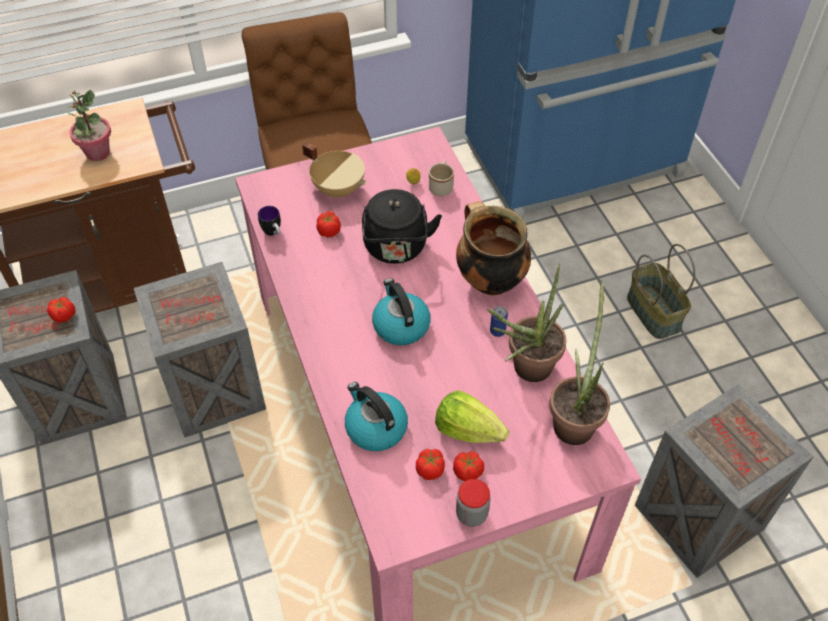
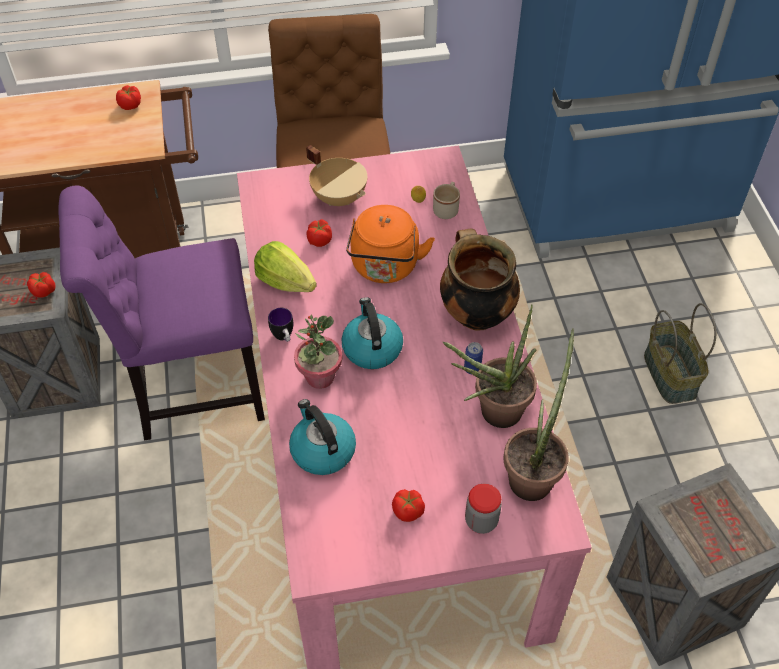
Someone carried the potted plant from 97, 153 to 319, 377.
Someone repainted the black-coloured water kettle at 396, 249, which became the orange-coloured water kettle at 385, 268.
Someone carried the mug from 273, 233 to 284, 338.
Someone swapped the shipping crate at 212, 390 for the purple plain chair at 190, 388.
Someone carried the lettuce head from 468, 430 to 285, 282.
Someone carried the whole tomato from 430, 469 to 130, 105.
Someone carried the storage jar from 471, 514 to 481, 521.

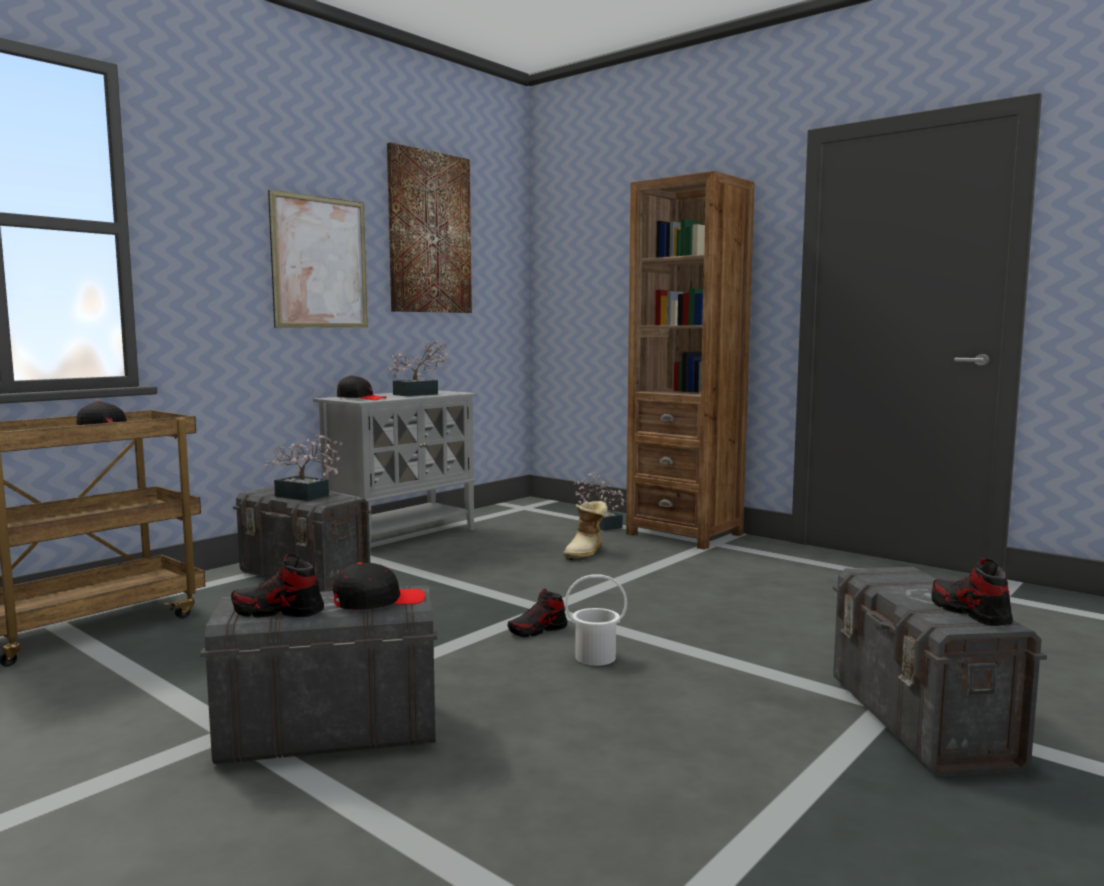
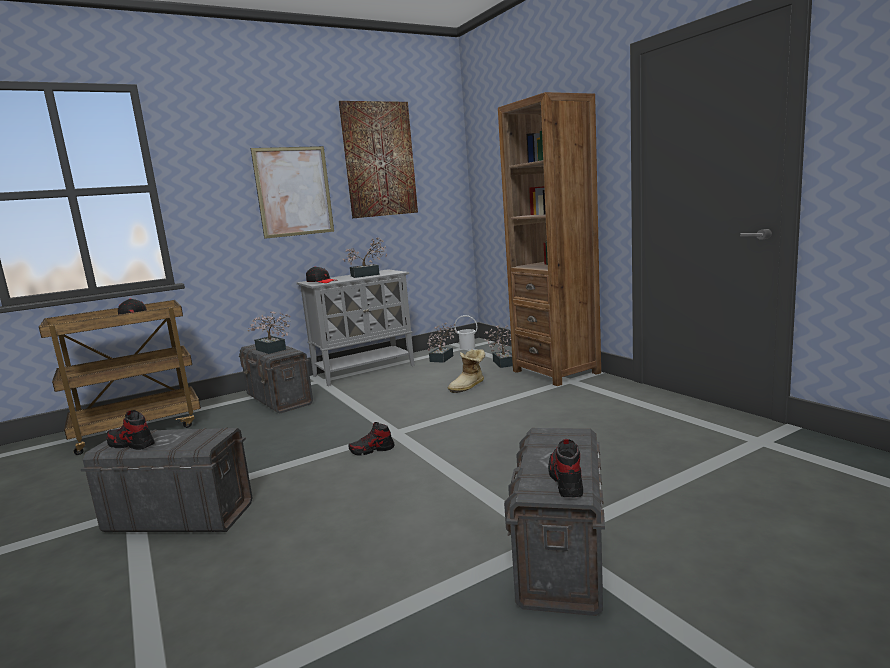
Someone took away the black-coloured peaked cap at 378, 601.
Someone carried the whitish bucket from 595, 657 to 467, 347.
Someone put down the potted plant at 443, 358.

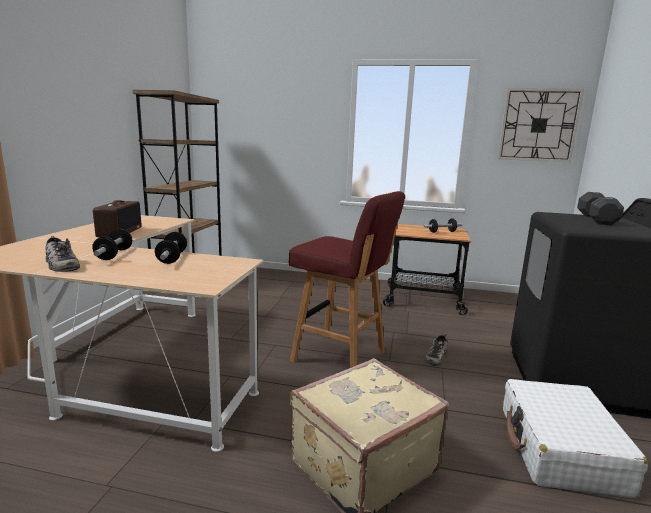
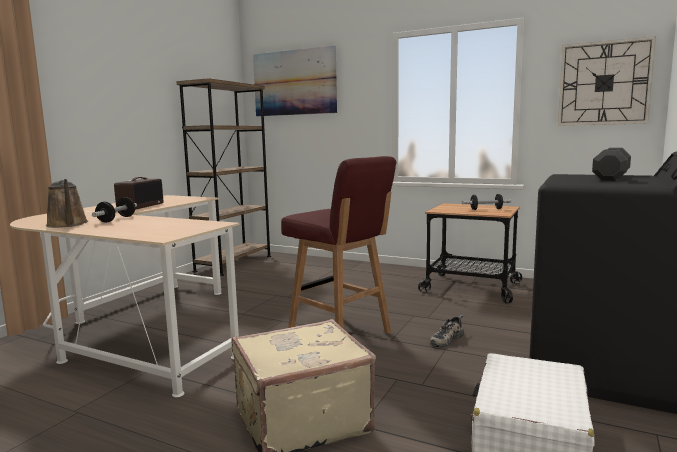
Someone took away the free weight at 172, 258.
Someone swapped the item of footwear at 60, 264 for the brown watering can at 68, 224.
Someone put up the picture at 294, 83.

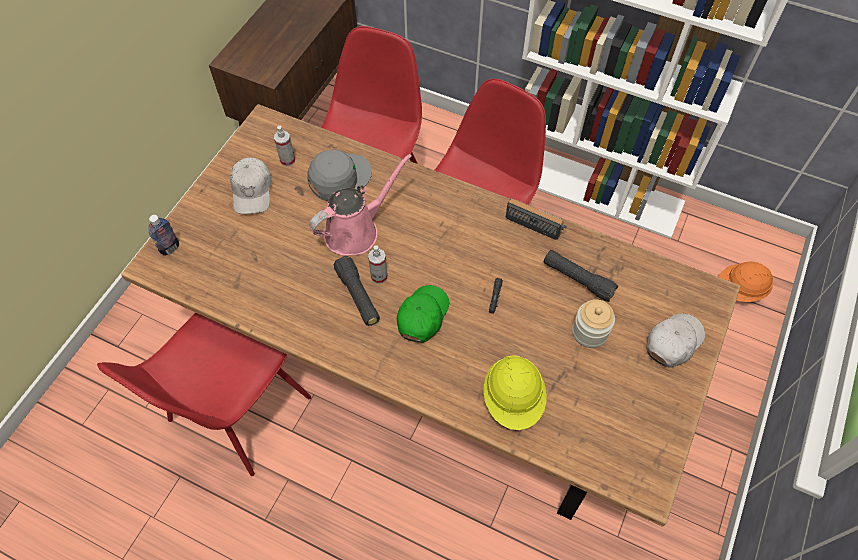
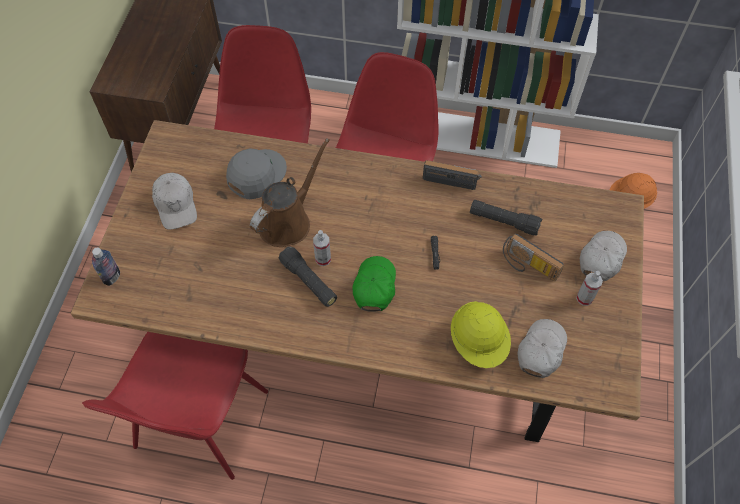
Someone carried the hand sprayer from 287, 160 to 584, 298.
Someone repainted the pinkish watering can at 356, 230, which became the brown watering can at 288, 221.
Someone swapped the storage jar at 589, 332 for the radio at 527, 266.
Someone put down the whitish peaked cap at 540, 350.

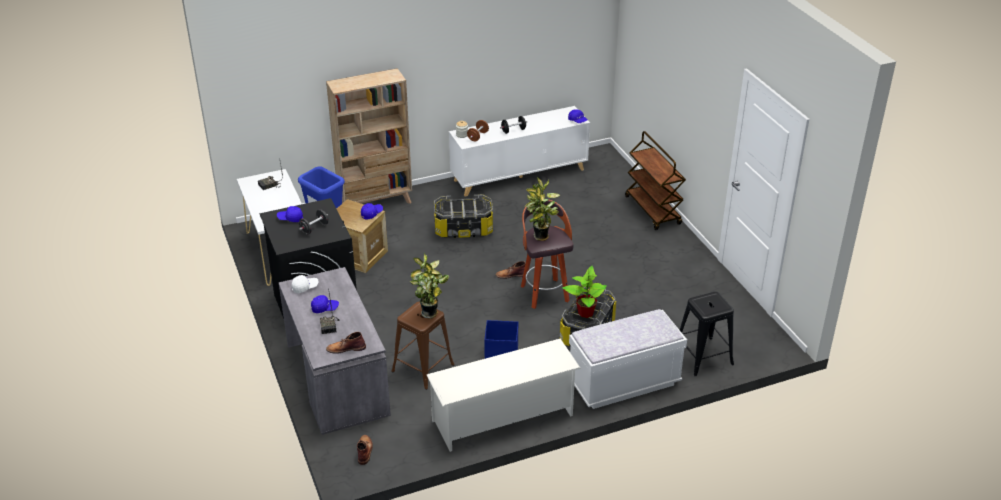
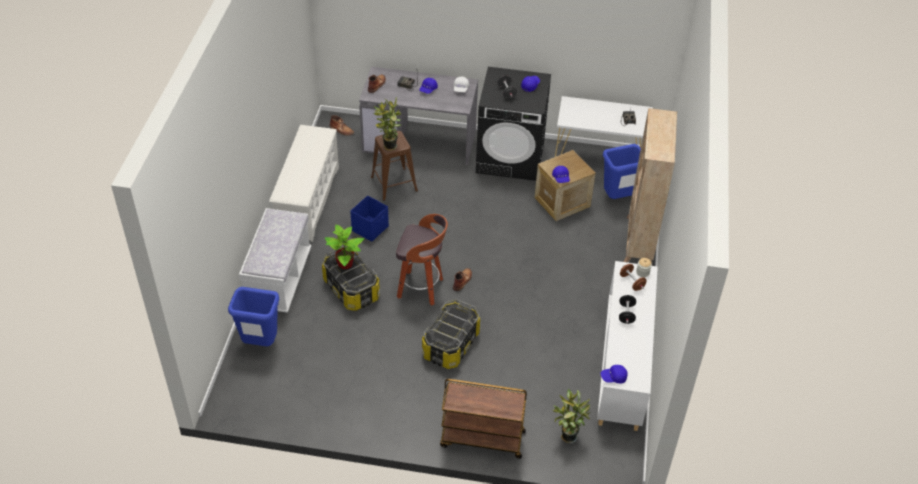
Someone carried the potted plant from 541, 238 to 567, 436.
Someone carried the storage container from 463, 229 to 451, 345.
Someone swapped the black-coloured stool seat at 703, 356 for the bluish waste bin at 260, 343.

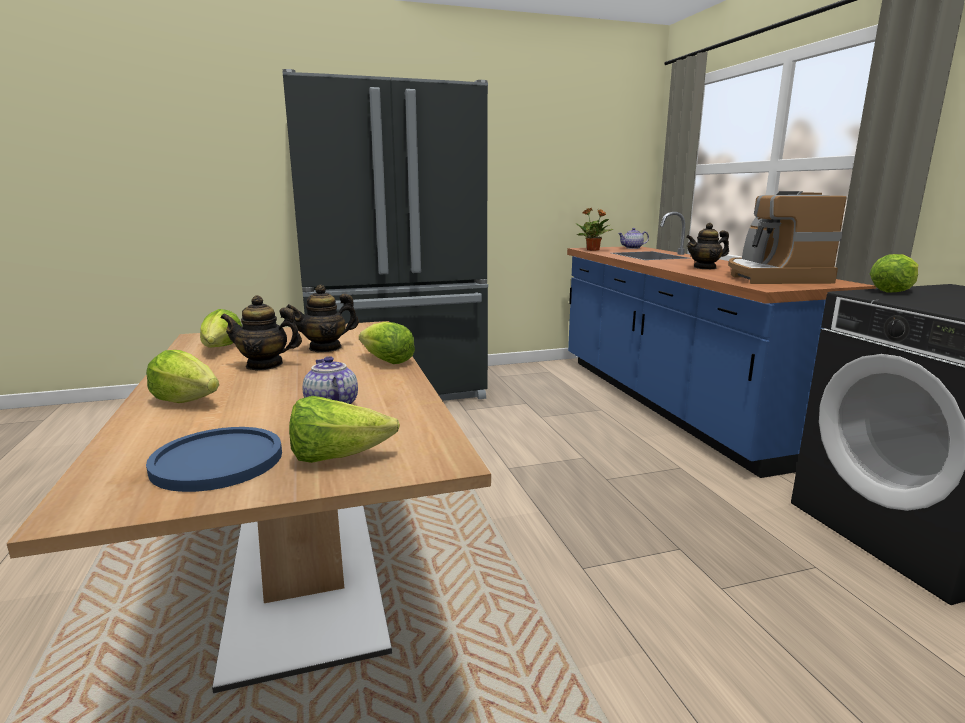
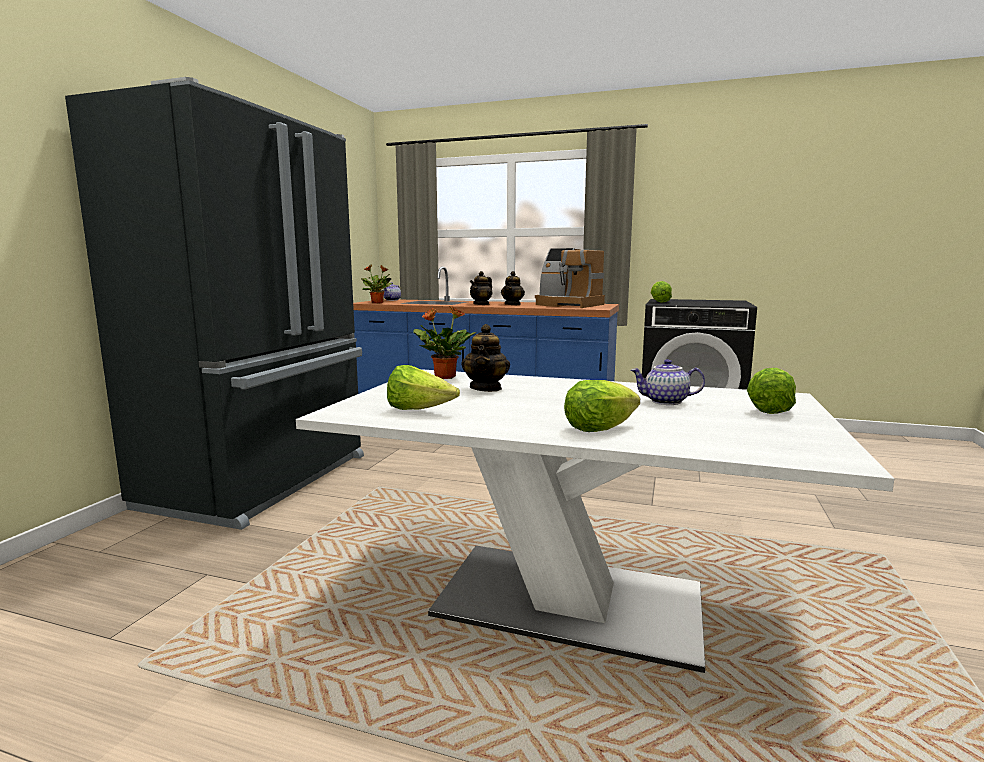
Someone carried the tea pot from 264, 365 to 481, 304.
Someone repainted the brown dinner table at 305, 577, which became the whitish dinner table at 569, 602.
Someone took away the lettuce head at 387, 361.
Someone took away the bluish flat dish at 217, 461.
Someone put down the potted plant at 444, 377.

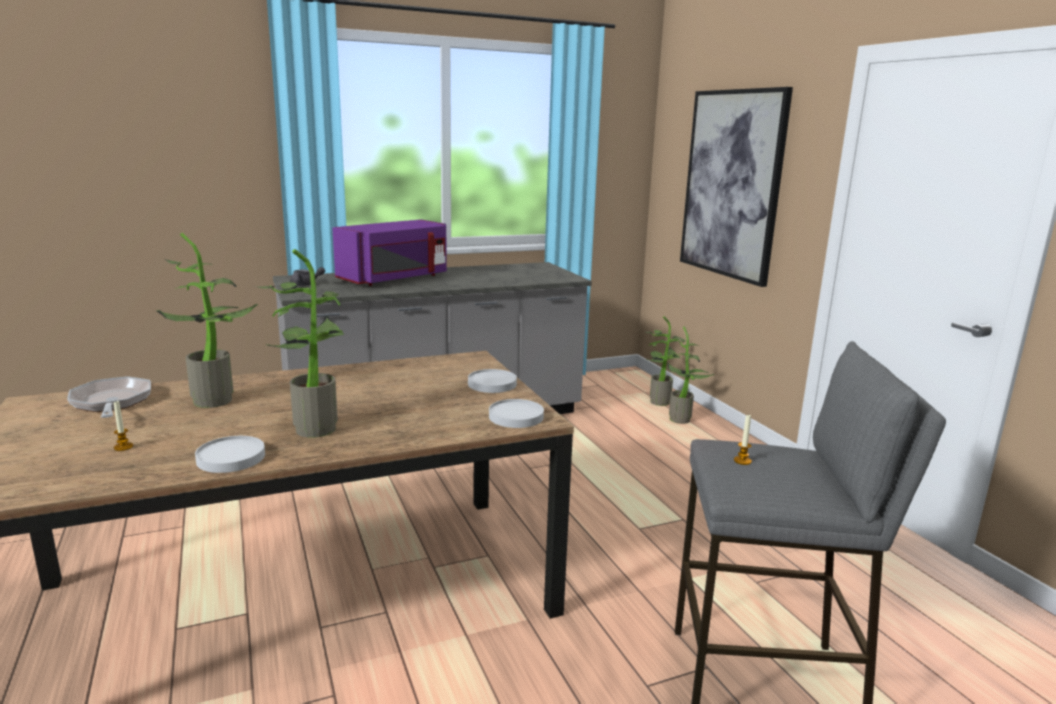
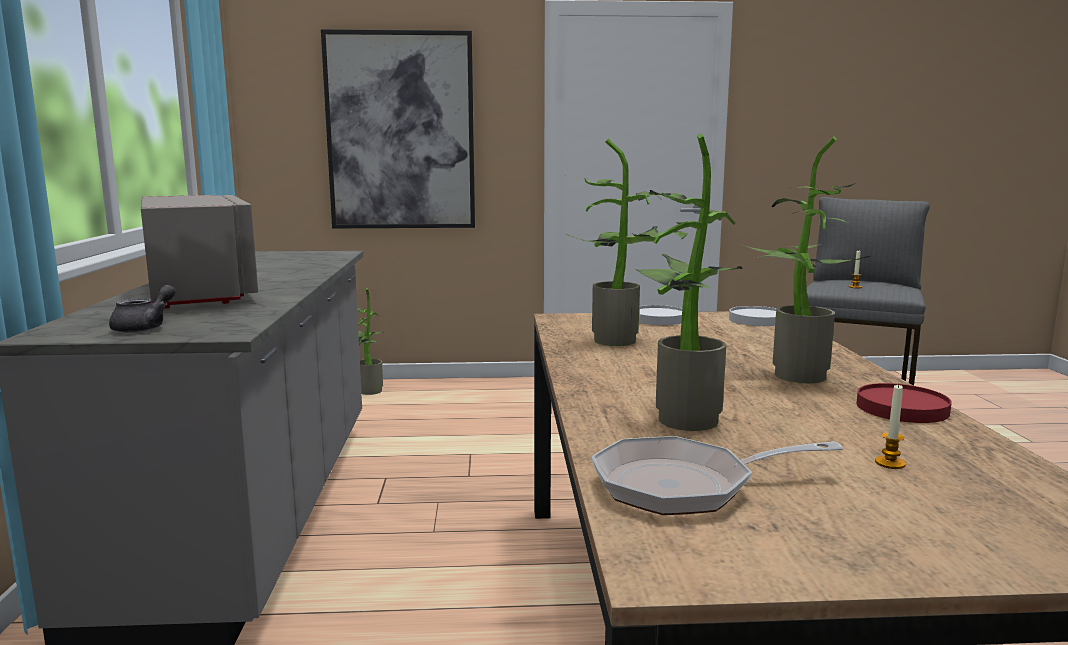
Someone repainted the purple microwave at 395, 278, which became the grey microwave at 202, 293.
Someone carried the potted plant from 683, 419 to 616, 339.
Someone repainted the whitish flat dish at 231, 457, which became the reddish flat dish at 901, 408.

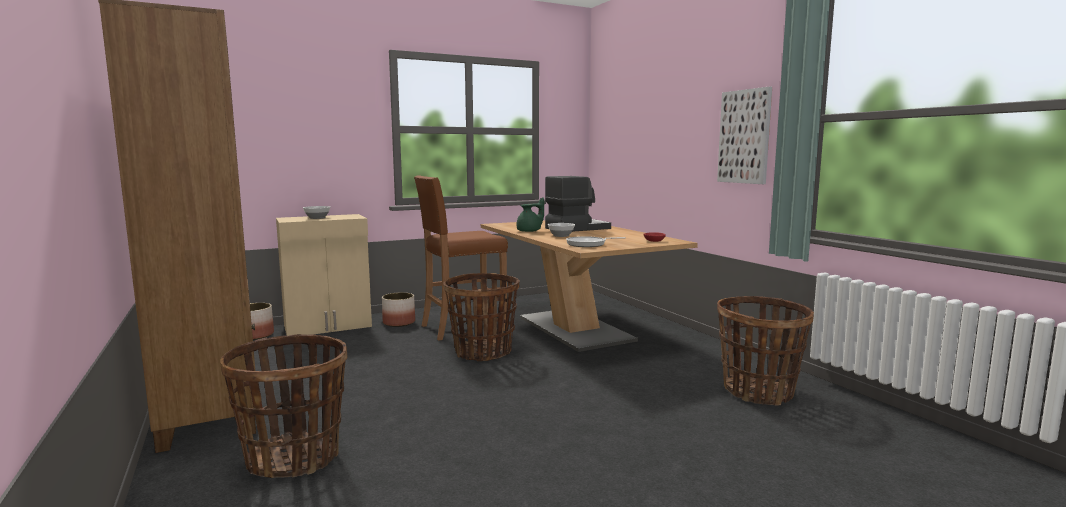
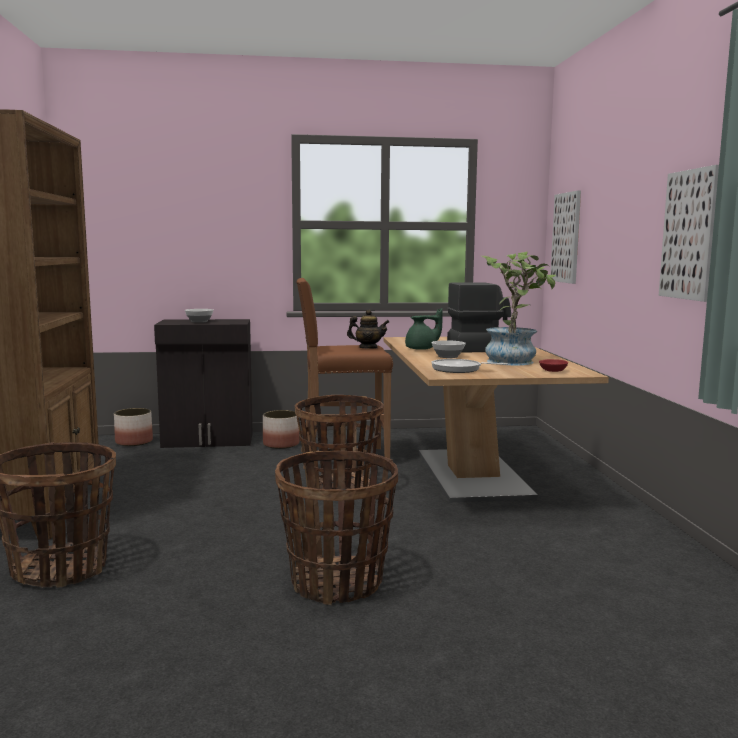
Someone repainted the beige cupboard at 328, 326, which became the black-coloured cupboard at 208, 440.
Someone carried the storage basket from 758, 391 to 337, 583.
Someone put up the picture at 566, 237.
Someone put down the potted plant at 515, 360.
Someone put down the tea pot at 368, 348.

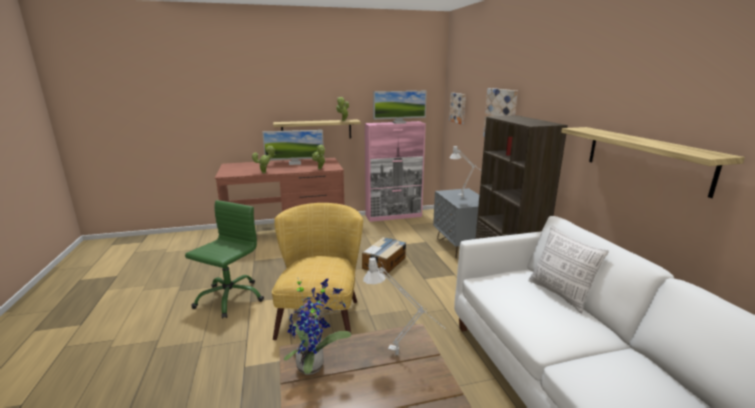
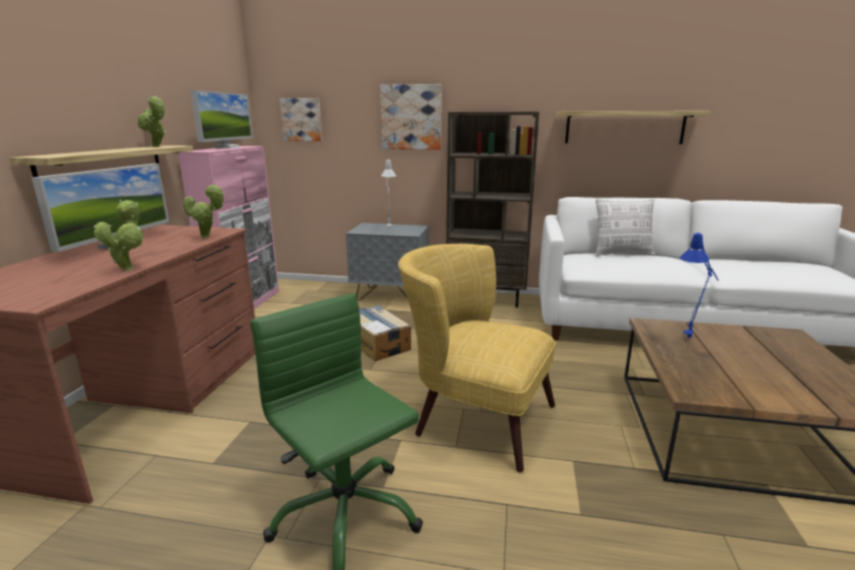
Someone repainted the grey lamp for a table at 402, 356, which became the bluish lamp for a table at 691, 336.
Someone took away the potted plant at 314, 365.

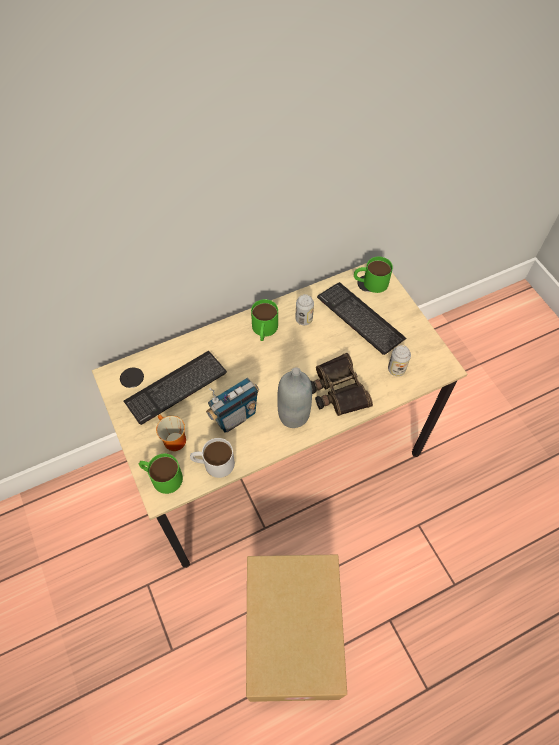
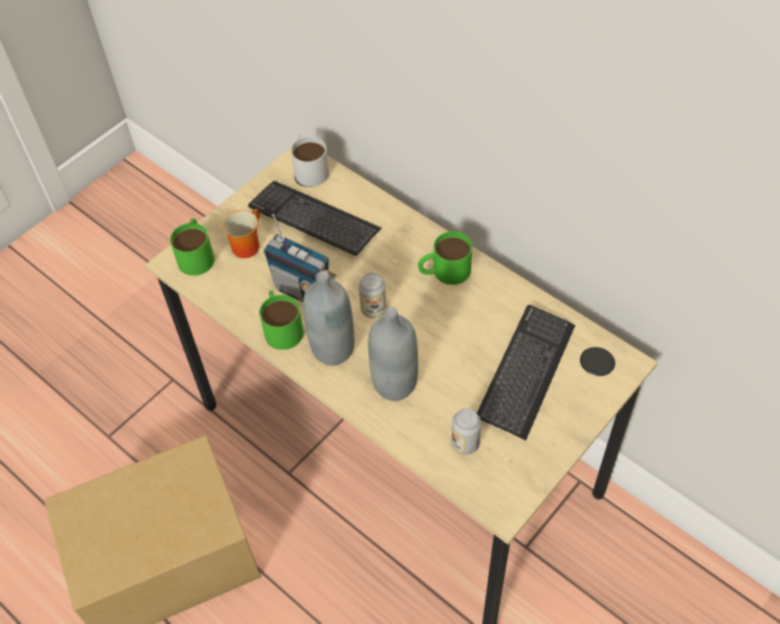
Someone carried the greenish mug from 370, 282 to 281, 326.
Someone carried the metal can from 304, 319 to 373, 309.
Someone swapped the pair of binoculars at 337, 390 for the grey beverage bottle at 394, 383.
Someone carried the whitish mug from 213, 463 to 309, 168.

